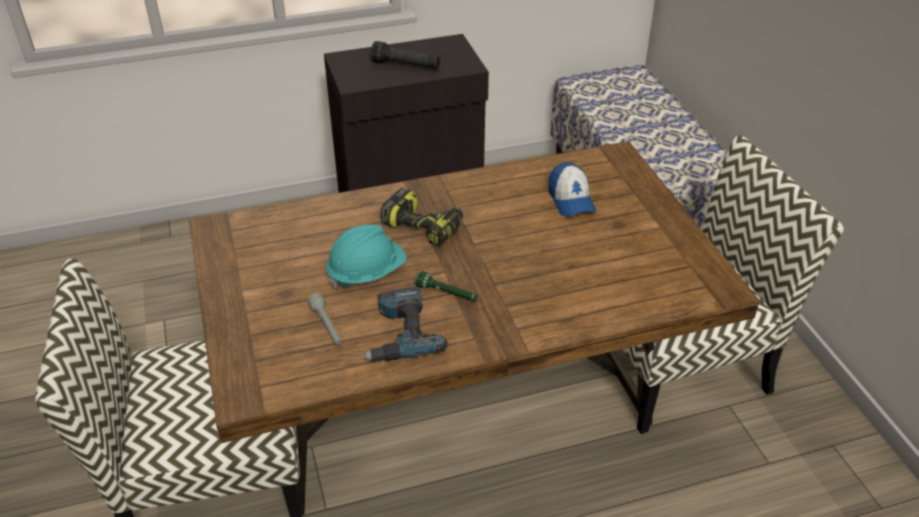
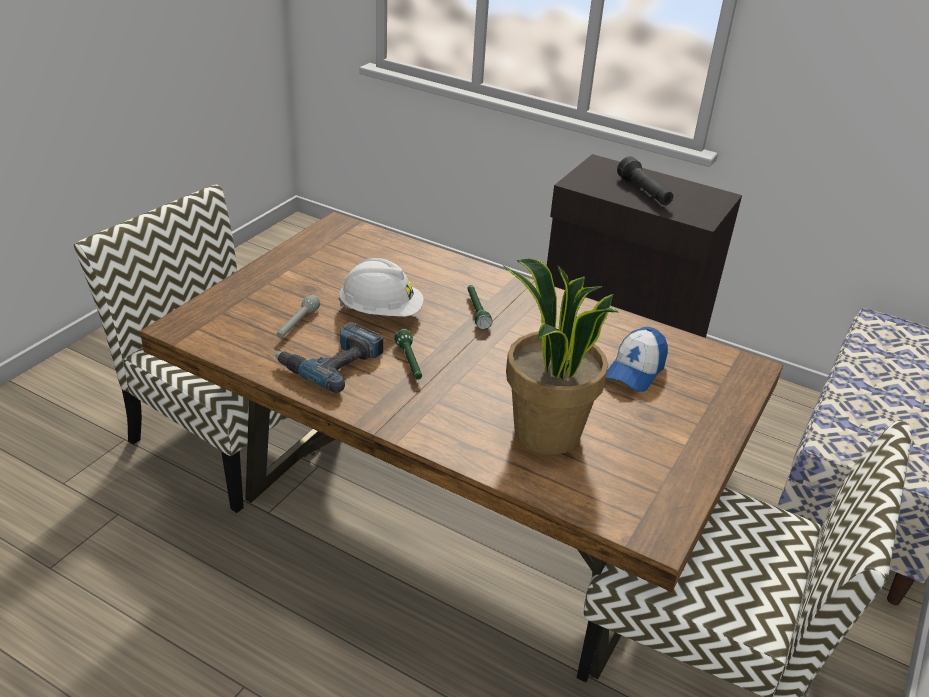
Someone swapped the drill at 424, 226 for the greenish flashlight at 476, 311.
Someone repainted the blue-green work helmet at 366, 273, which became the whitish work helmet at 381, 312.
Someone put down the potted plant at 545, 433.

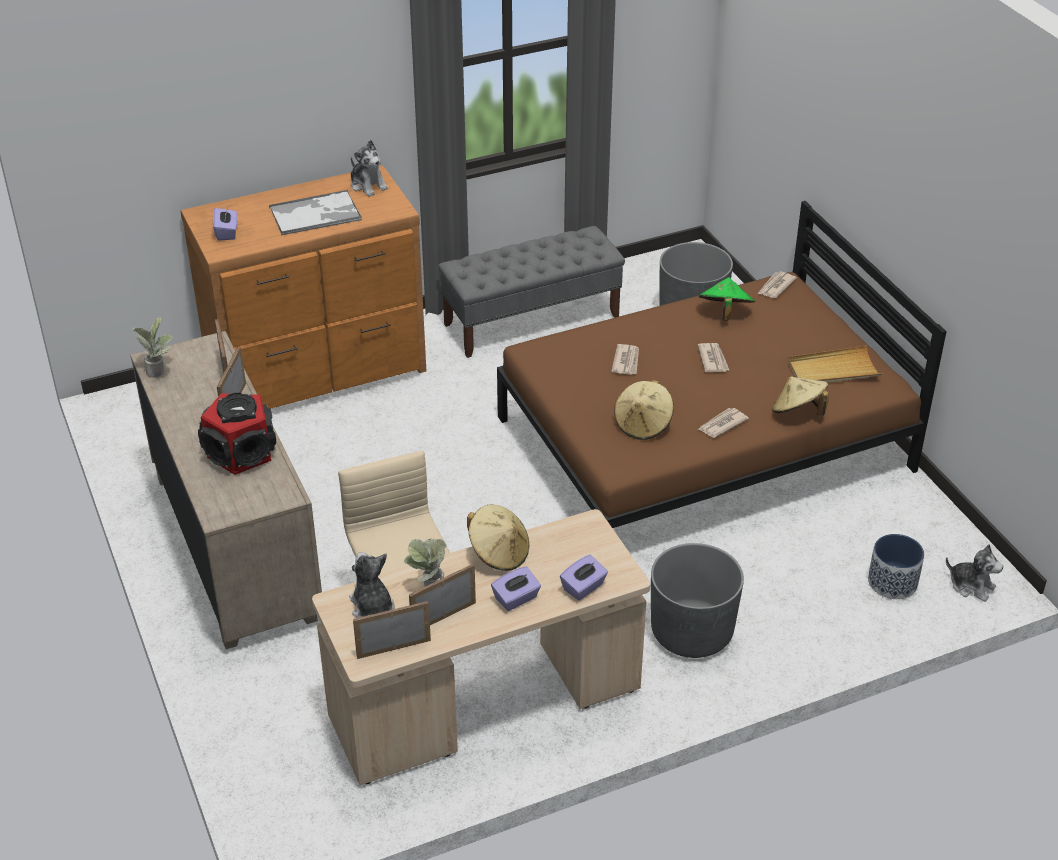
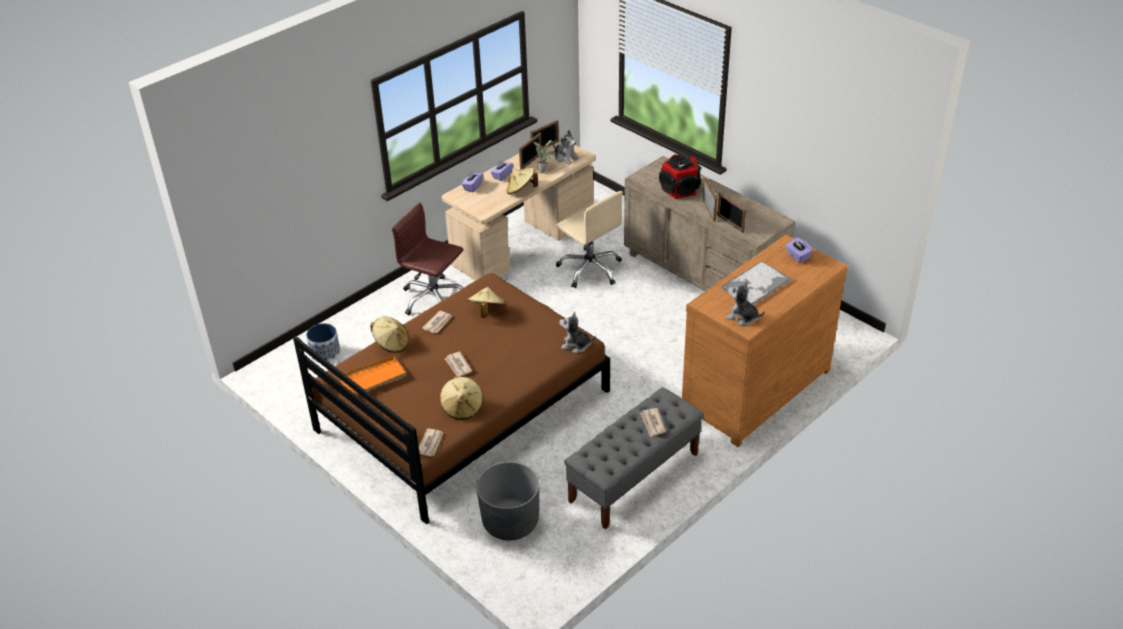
Someone repainted the greenish hat at 724, 313, which became the beige hat at 462, 407.
Someone took away the potted plant at 159, 370.
Someone carried the printed paper from 626, 361 to 652, 423.
Someone repainted the beige serving tray at 832, 370, which became the orange-coloured serving tray at 373, 378.
Someone swapped the grey planter at 691, 632 for the brown computer chair at 433, 299.
Someone carried the soft toy from 971, 586 to 576, 345.

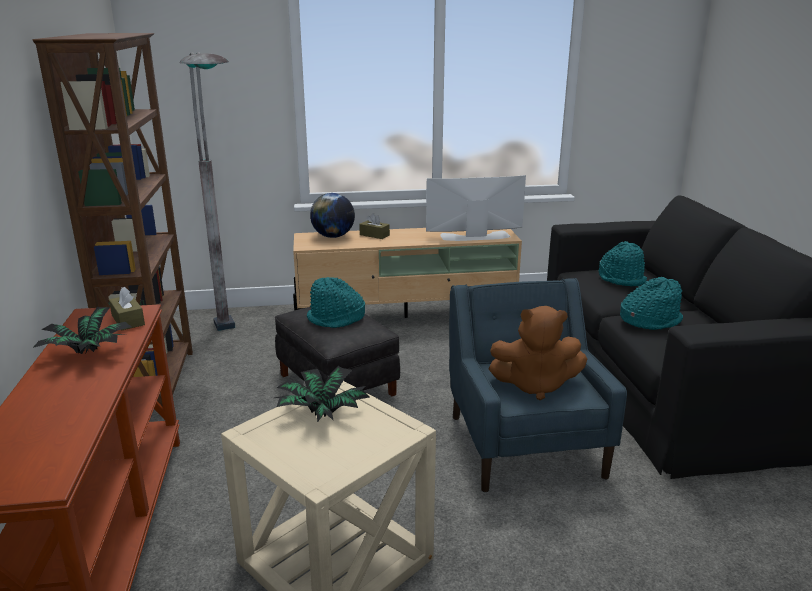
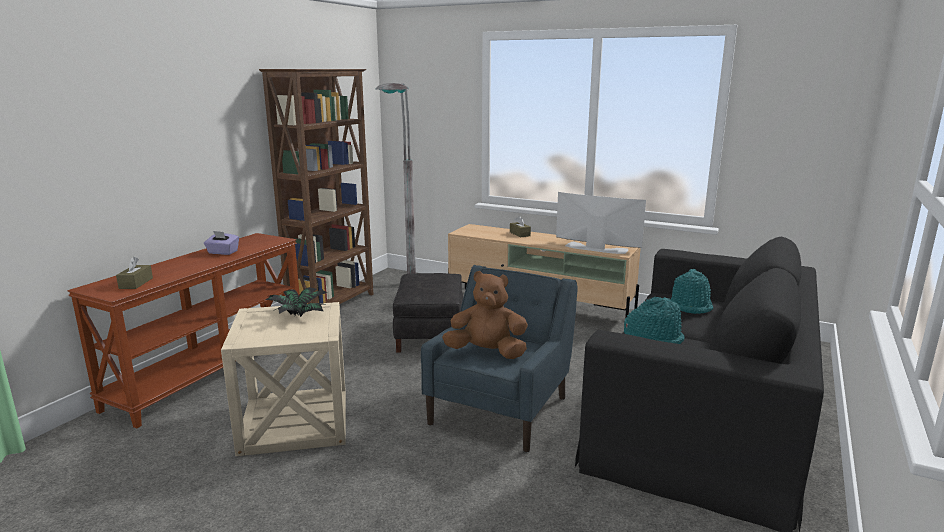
Someone took away the globe at 333, 236.
Someone took away the blue-green hat at 336, 319.
Someone carried the brown tissue box from 128, 320 to 136, 283.
Someone swapped the potted plant at 88, 354 for the purple tissue box at 222, 252.
Someone rotated the brown soft toy at 535, 385 by 150 degrees clockwise.

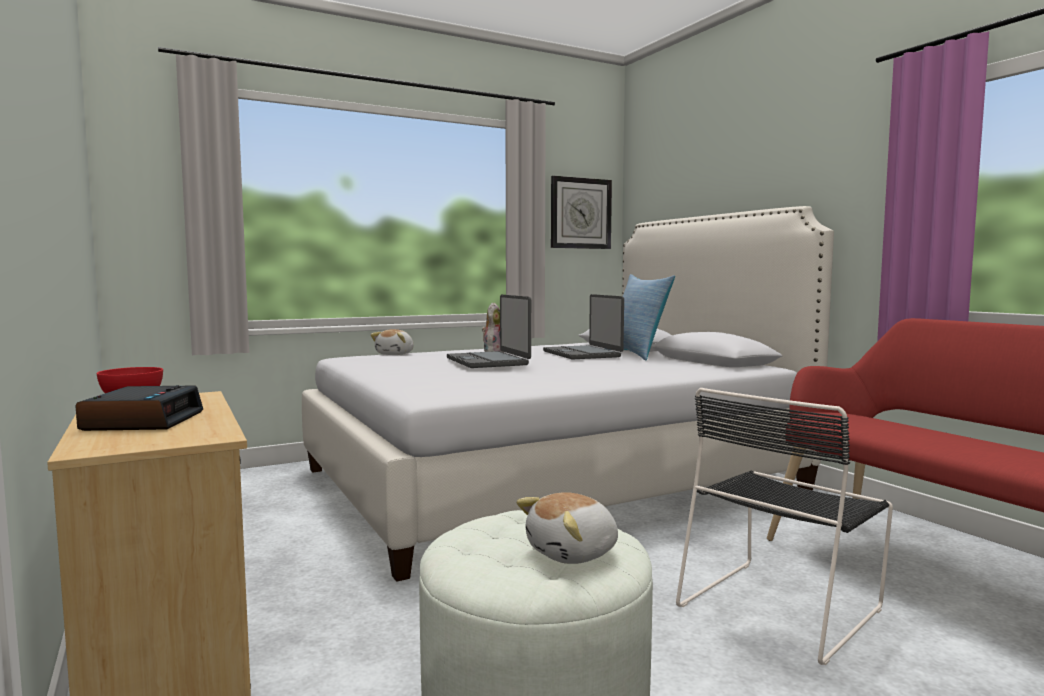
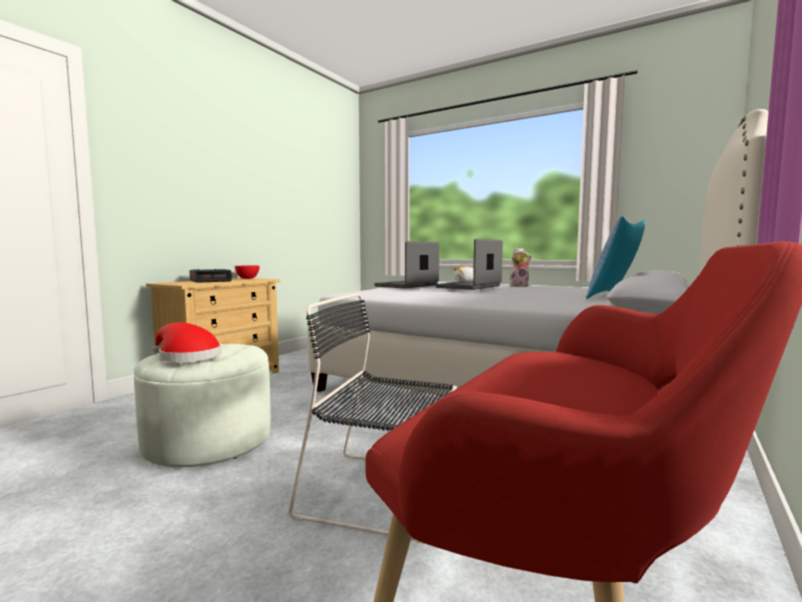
Someone took away the hanging clock at 580, 213.
Someone carried the laptop from 582, 354 to 407, 286.
Someone swapped the soft toy at 573, 553 for the reddish hat at 186, 357.

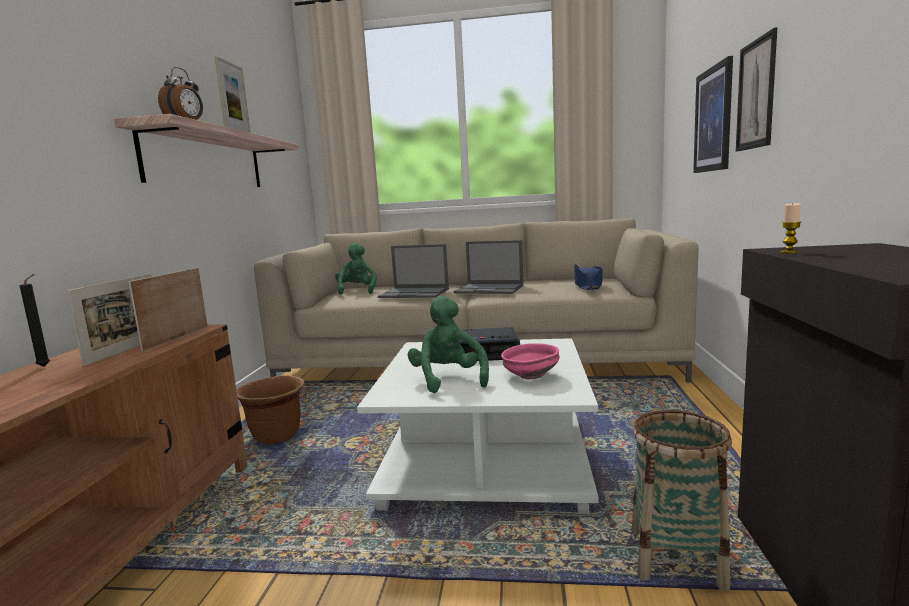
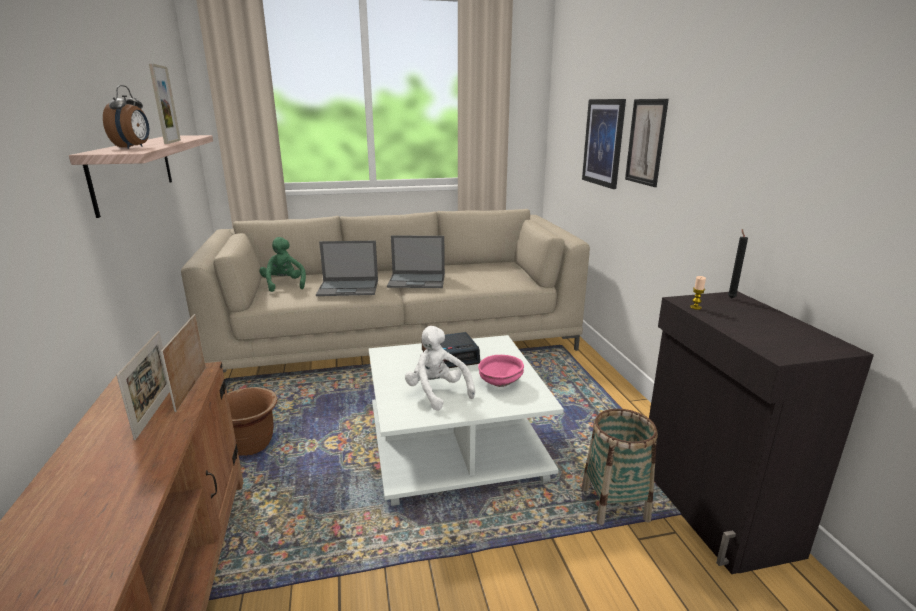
Someone took away the bluish hat at 588, 286.
Someone carried the black-coloured candle from 46, 366 to 731, 298.
Someone repainted the greenish soft toy at 448, 379, which became the whitish soft toy at 437, 392.

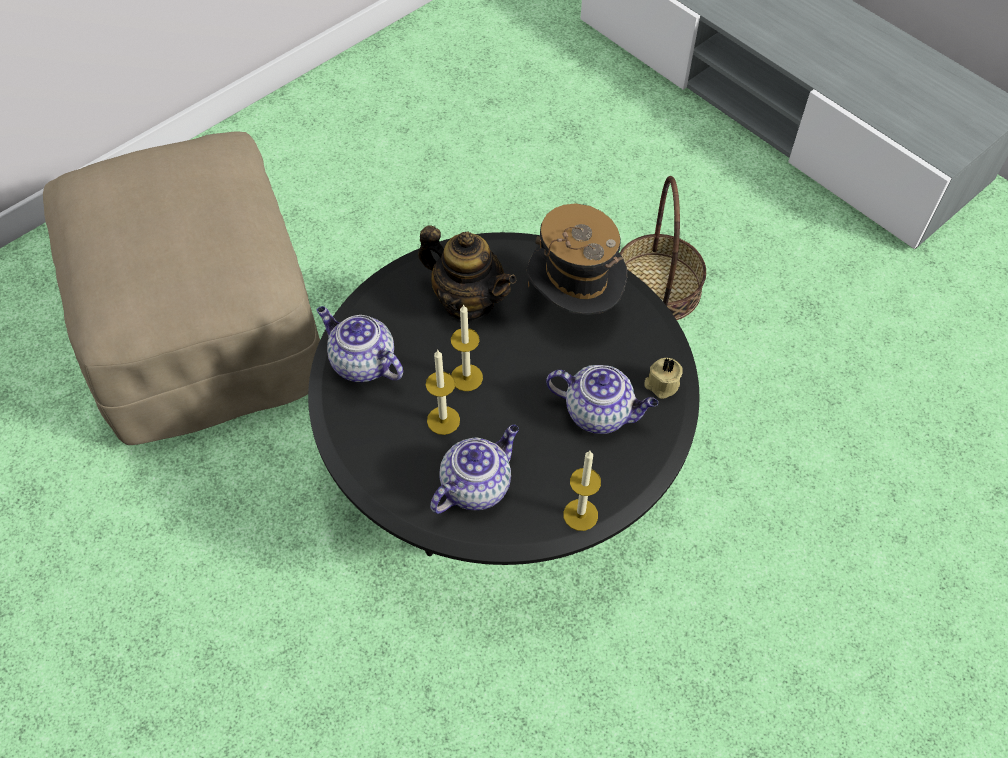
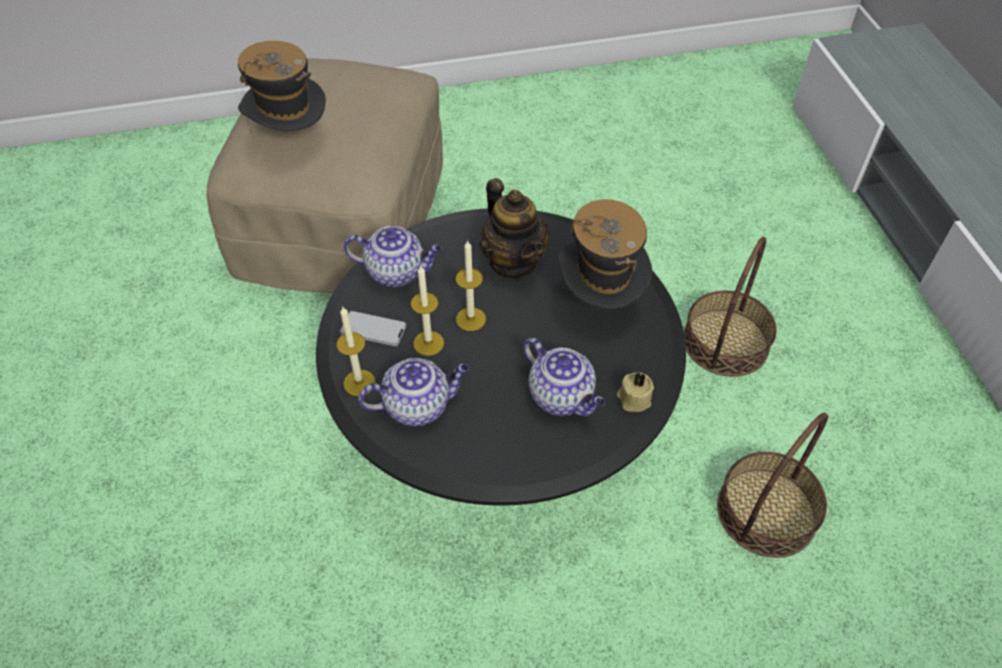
Someone rotated the tea pot at 361, 363 by 120 degrees clockwise.
Someone carried the candle from 580, 515 to 359, 383.
Someone put down the hat at 290, 140.
Someone put down the phone at 373, 329.
Someone put down the storage basket at 766, 512.

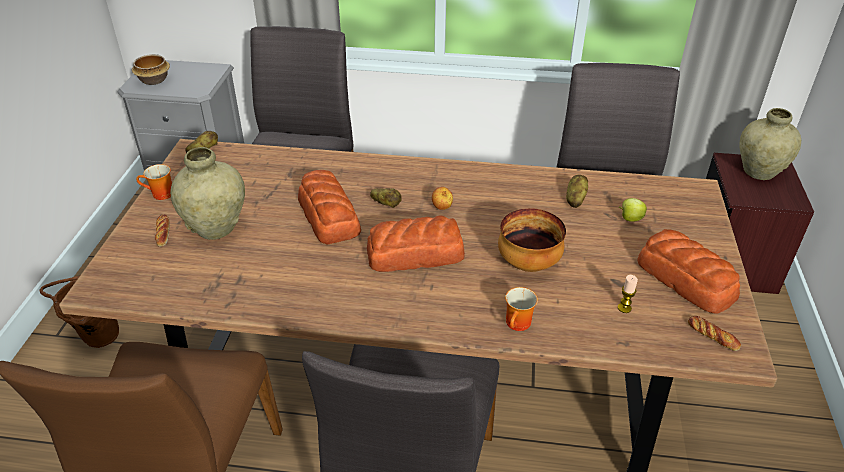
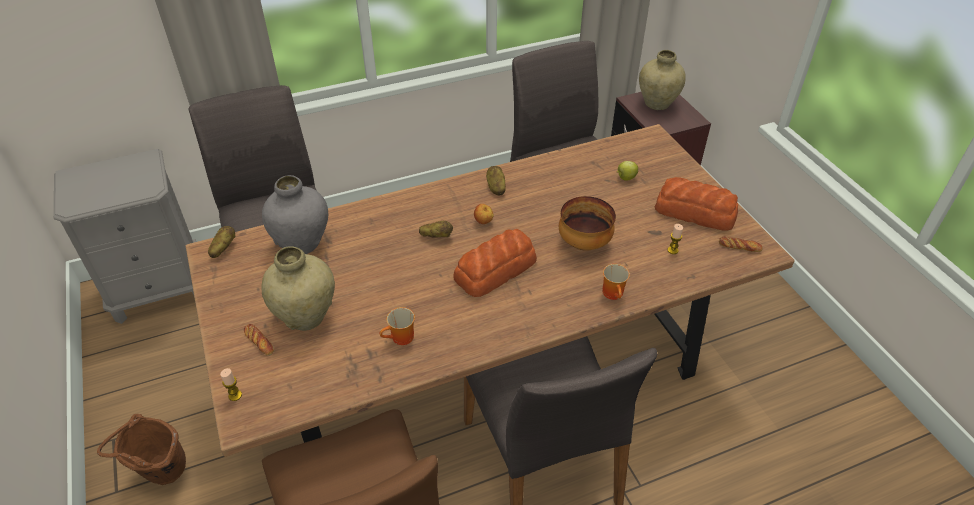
Someone took away the serving bowl at 154, 80.
Someone carried the mug from 160, 195 to 401, 339.
Someone took away the bread at 329, 215.
Someone carried the whole potato from 575, 199 to 495, 187.
Someone put down the grey vase at 302, 244.
Someone put down the candle at 235, 395.

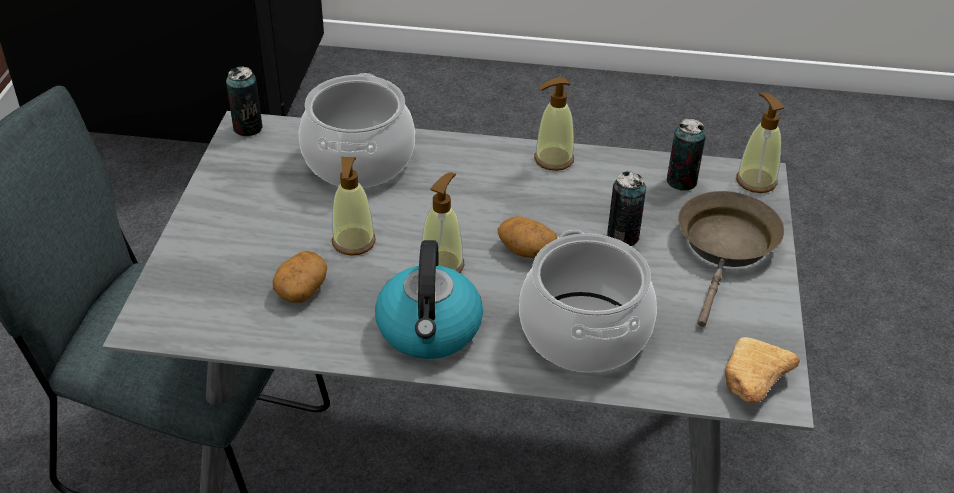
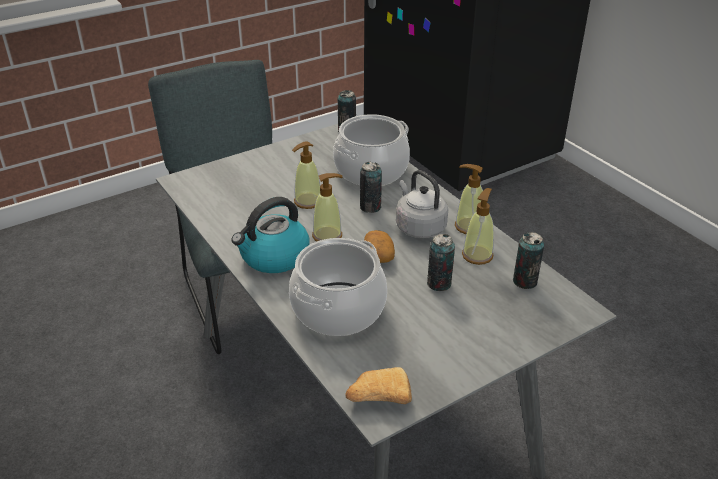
Someone carried the soap bottle from 756, 181 to 477, 255.
Someone took away the brown skillet at 726, 248.
Someone took away the whole potato at 301, 289.
Someone put down the metal can at 370, 207.
Someone put down the grey water kettle at 419, 227.

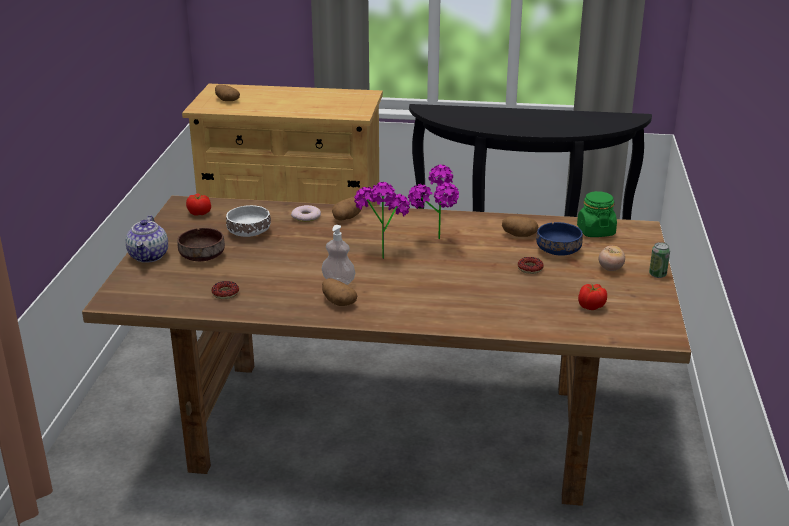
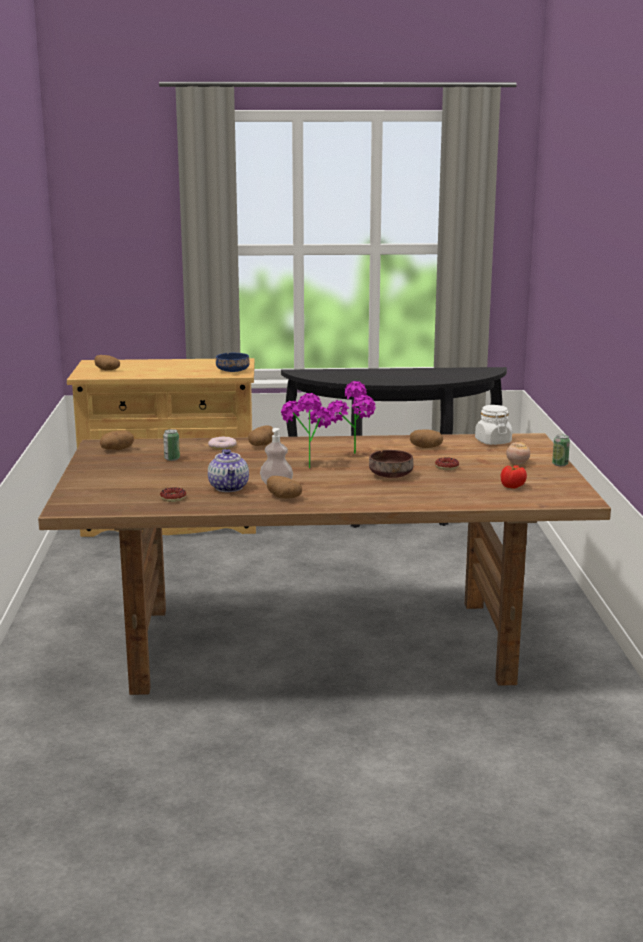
Someone repainted the greenish storage jar at 595, 231, which became the whitish storage jar at 492, 441.
Someone swapped the whole tomato at 199, 213 for the whole potato at 117, 449.
Someone swapped the whitish serving bowl at 248, 232 for the metal can at 172, 459.
Someone carried the tea pot from 149, 256 to 229, 488.
Someone carried the bluish serving bowl from 558, 251 to 232, 371.
Someone carried the brown serving bowl from 202, 257 to 390, 476.

